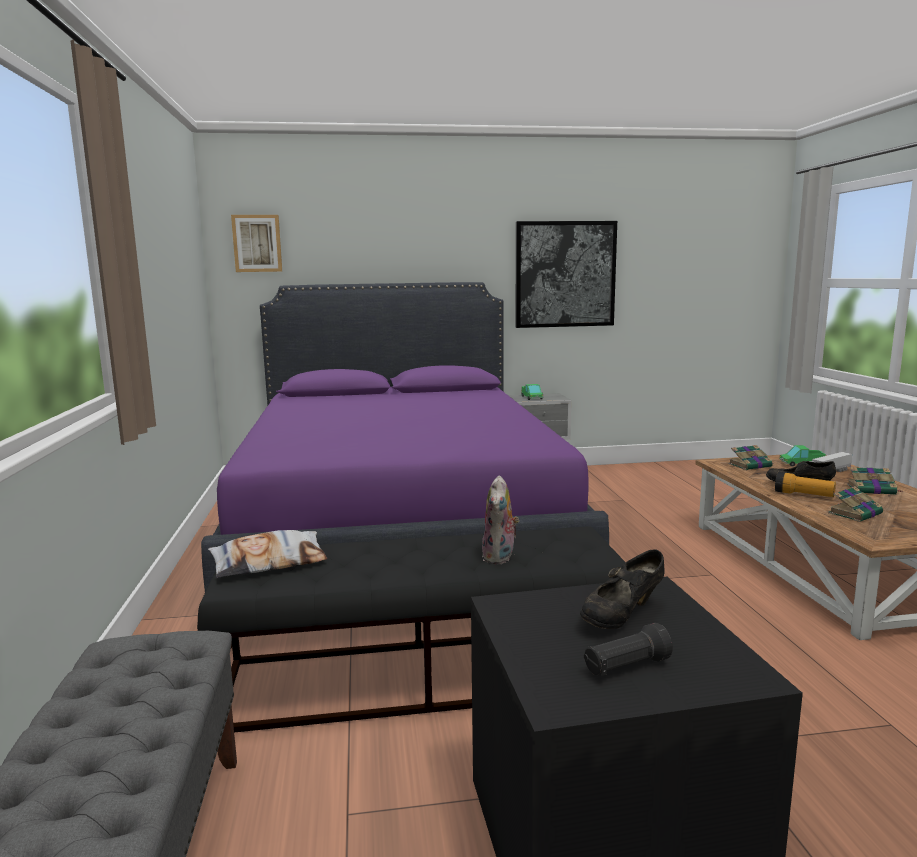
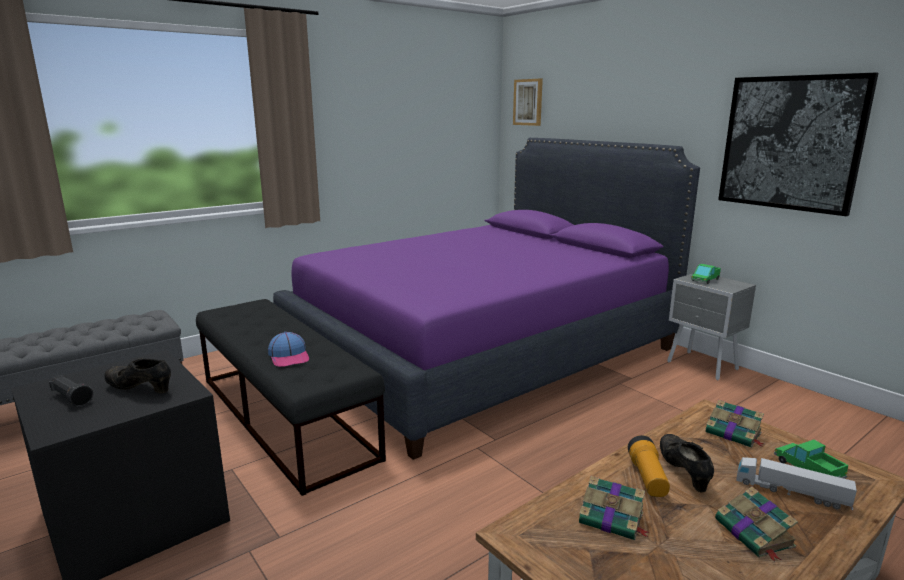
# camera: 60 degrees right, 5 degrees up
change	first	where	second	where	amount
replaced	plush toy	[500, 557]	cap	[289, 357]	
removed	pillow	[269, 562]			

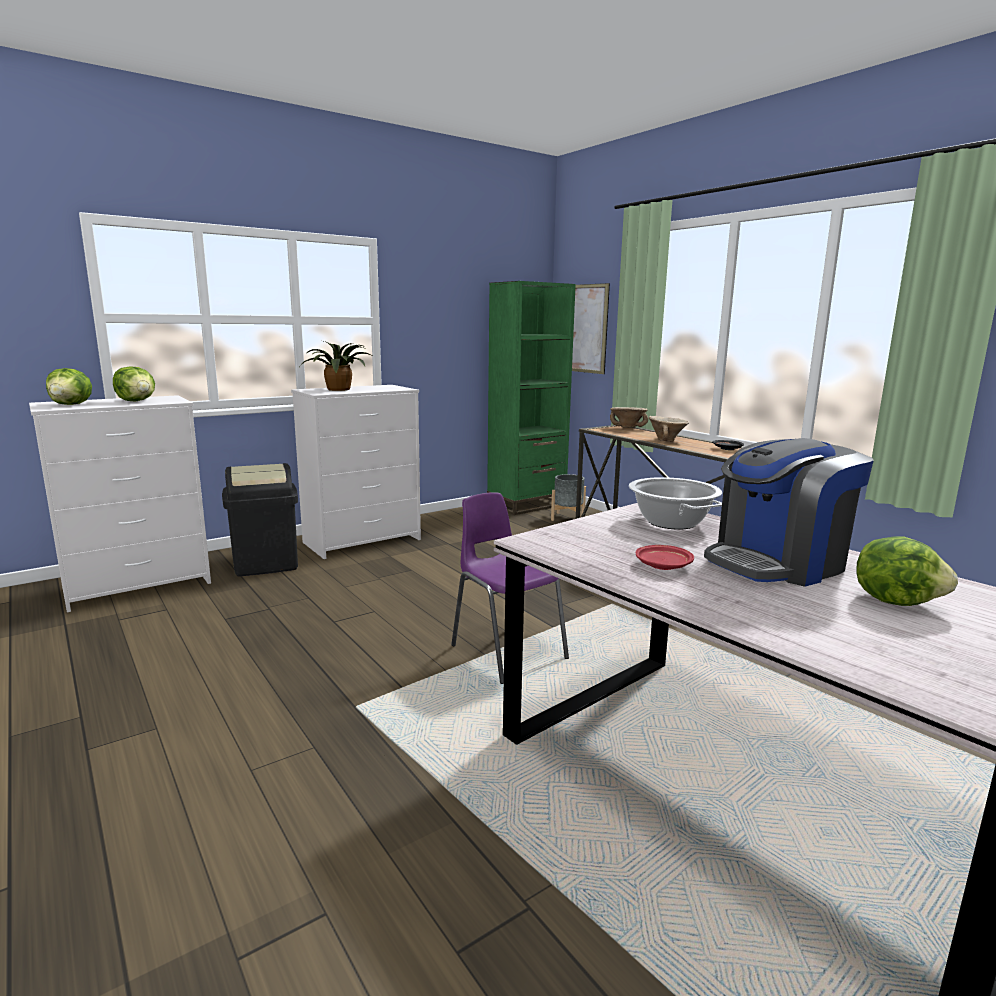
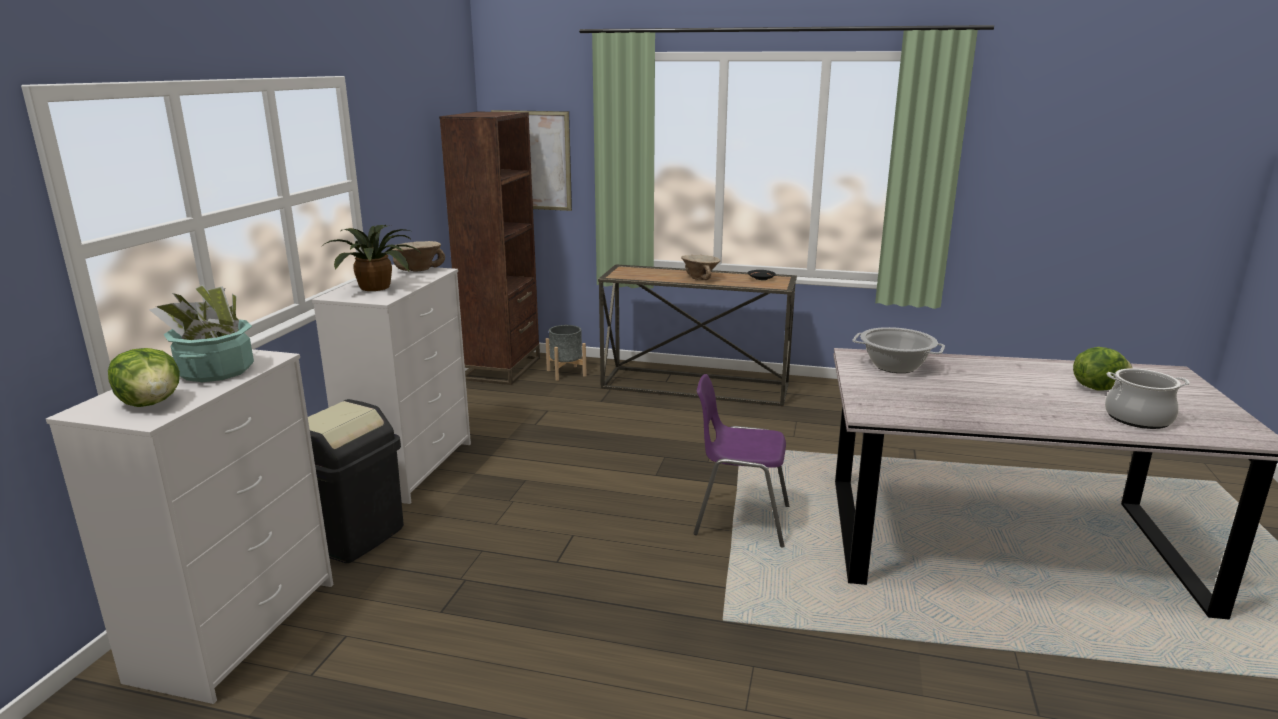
# camera: 40 degrees left, 5 degrees up
change	first	where	second	where	amount
replaced	lettuce	[137, 401]	potted plant	[216, 371]	
moved	beige bowl	[627, 427]		[418, 270]	
recoloured	green bookcase	[526, 504]	brown bookcase	[502, 368]	
added			cooking pot	[1138, 418]	
removed	red plate	[663, 566]			
removed	coffee machine	[778, 563]			

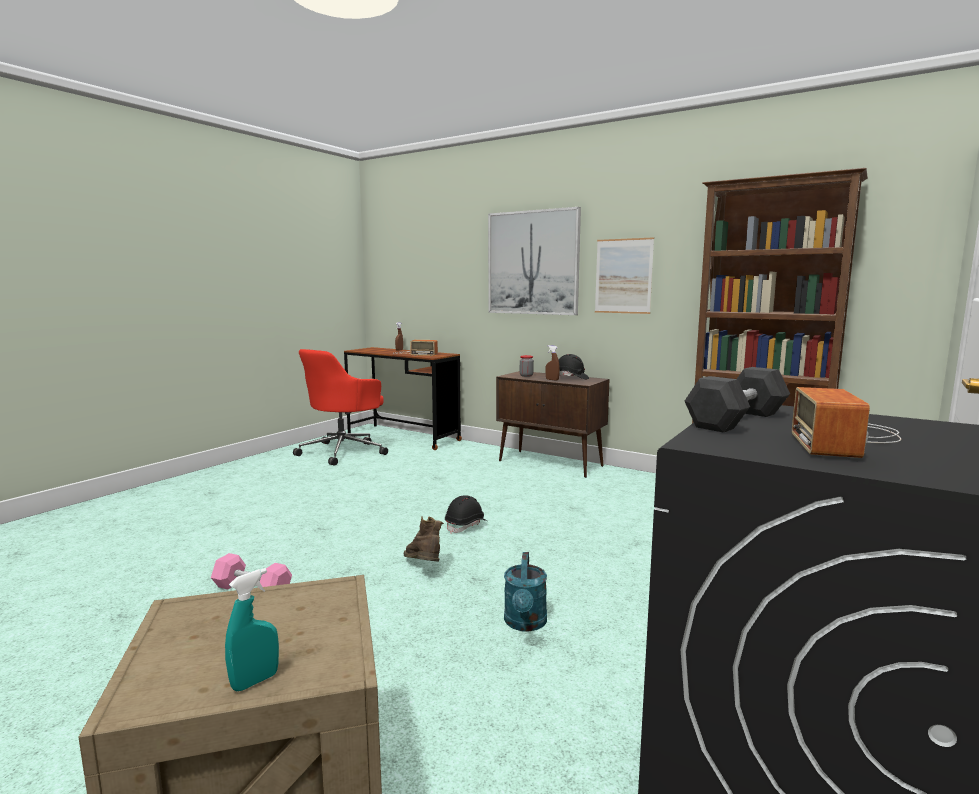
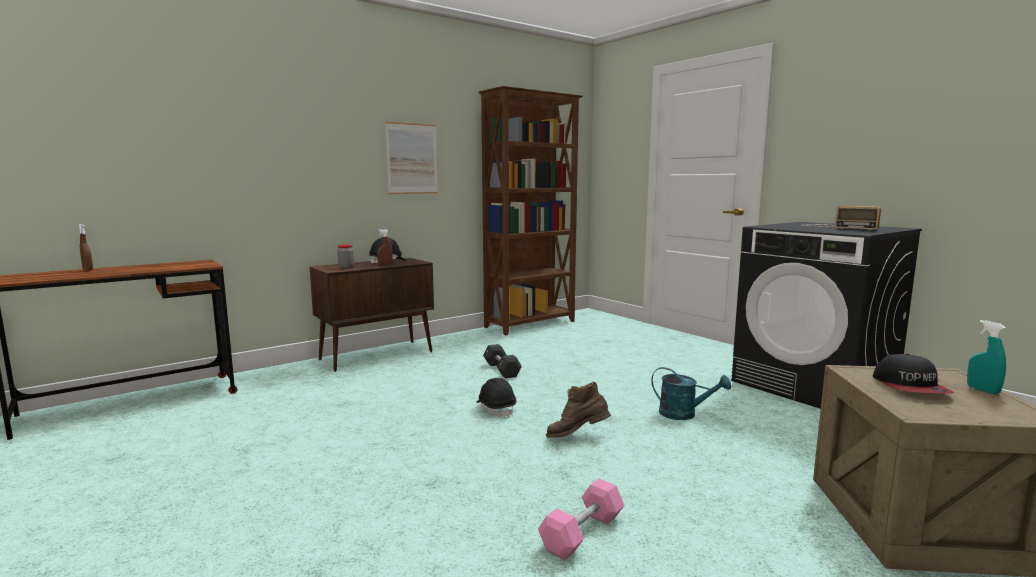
# camera: 70 degrees left, 0 degrees up
change	first	where	second	where	amount
moved	black dumbbell	[737, 420]		[501, 370]	
added			cap	[910, 387]	
removed	red office chair	[343, 452]			
removed	radio	[414, 354]			
removed	picture	[533, 263]			

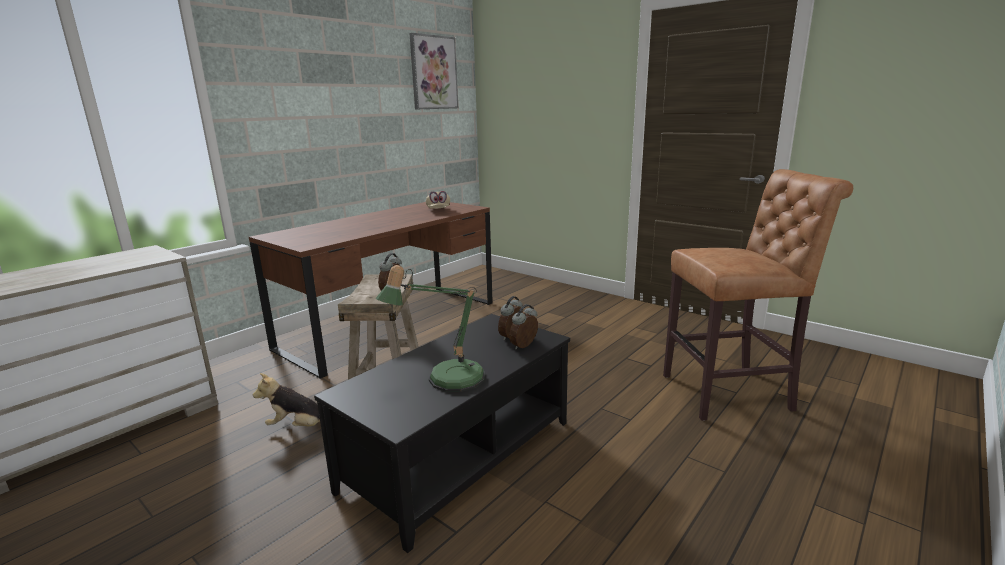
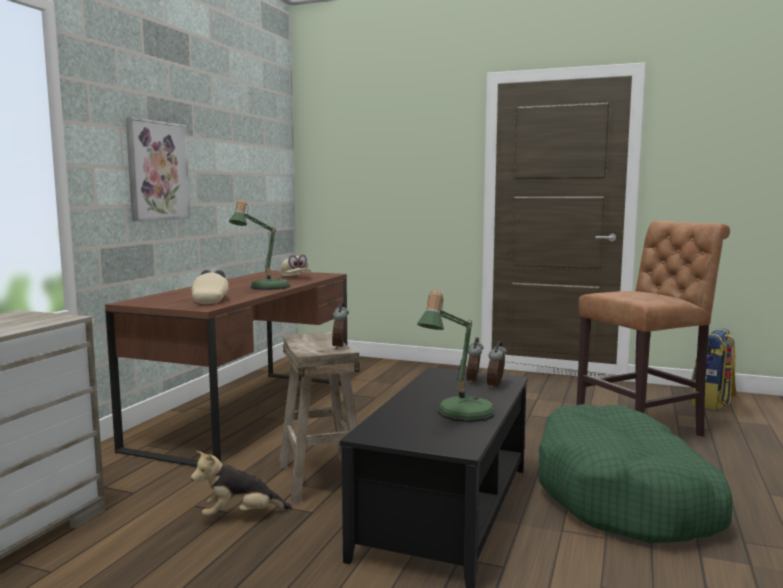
# camera: 20 degrees left, 10 degrees down
change	first	where	second	where	amount
moved	picture	[433, 73]		[157, 171]	
added			beige cap	[211, 300]	
added			table lamp	[265, 288]	
added			green dog bed	[625, 496]	
added			backpack	[712, 402]	

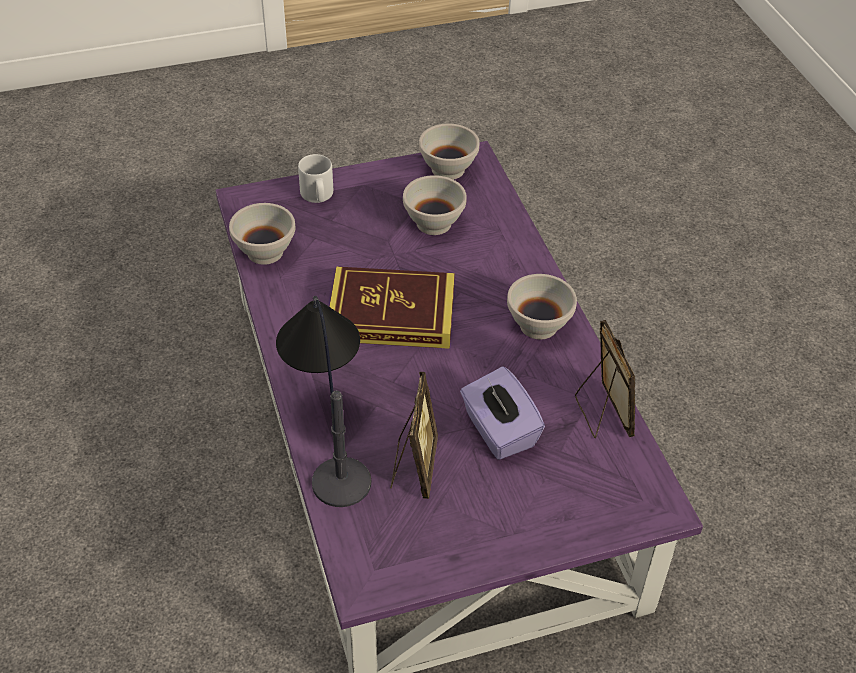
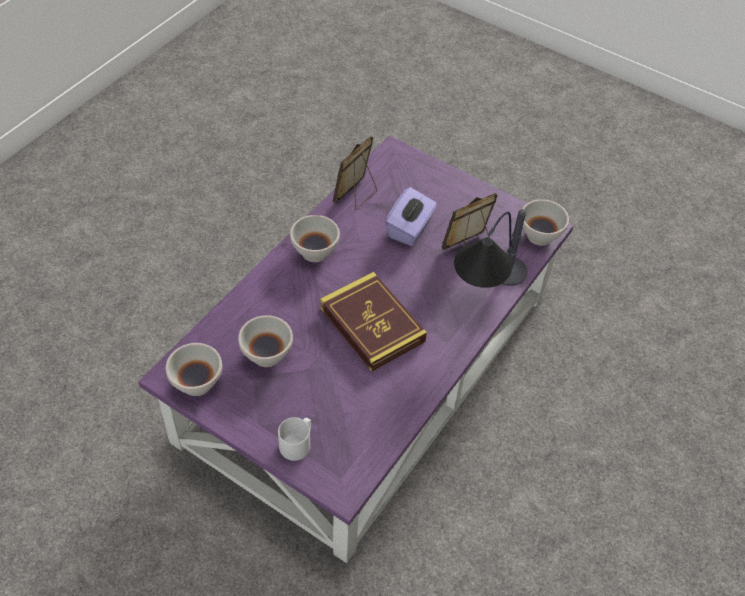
# camera: 130 degrees left, 5 degrees up
change	first	where	second	where	amount
moved	white bowl	[266, 252]		[539, 235]	

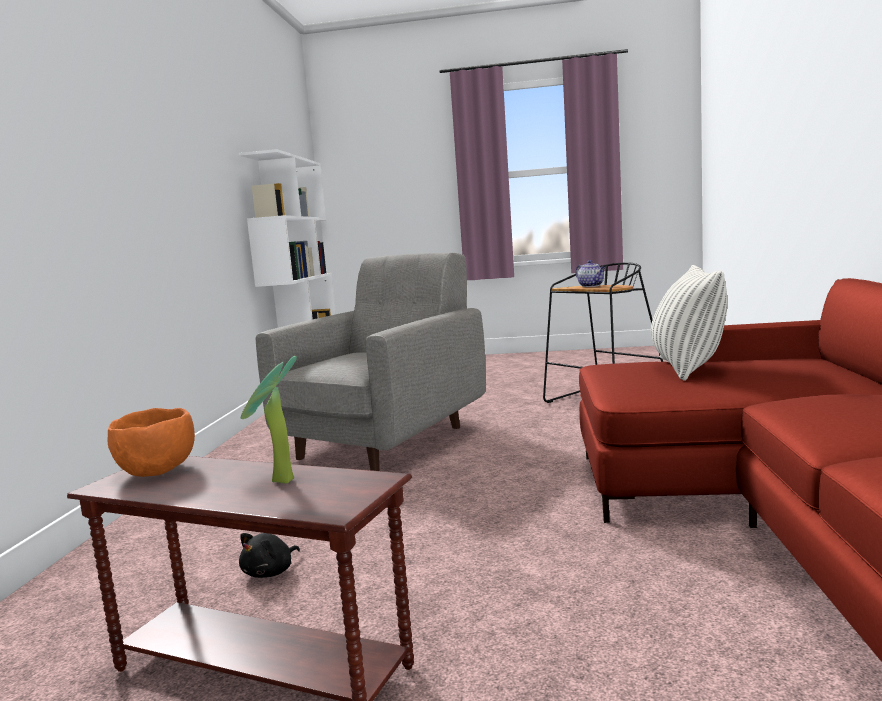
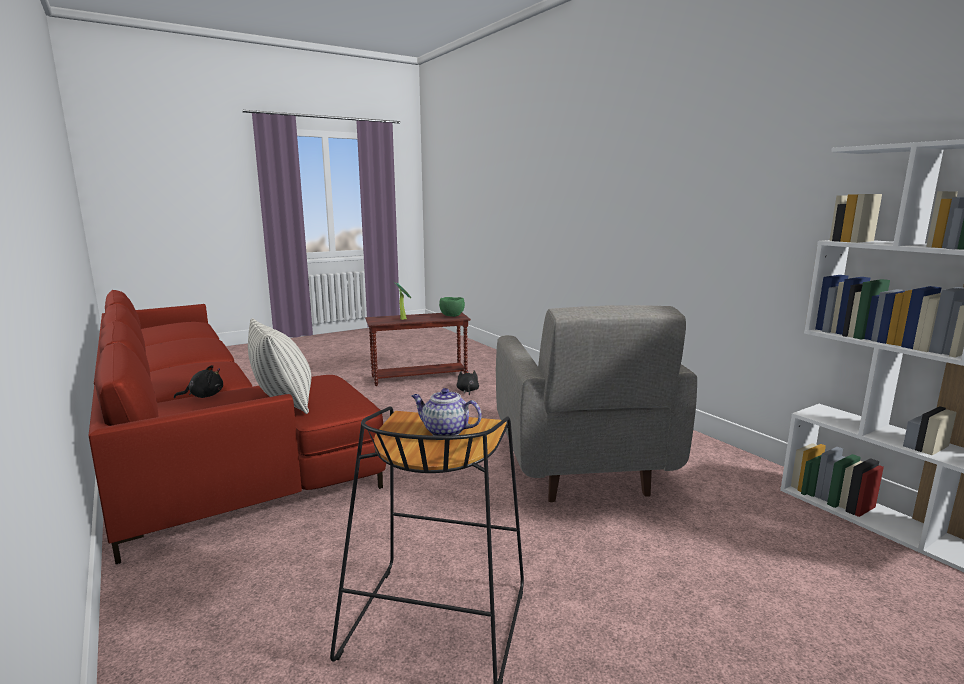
# camera: 140 degrees right, 5 degrees up
change	first	where	second	where	amount
added			black plush toy	[204, 396]	
recoloured	orange bowl	[158, 470]	green bowl	[452, 316]	

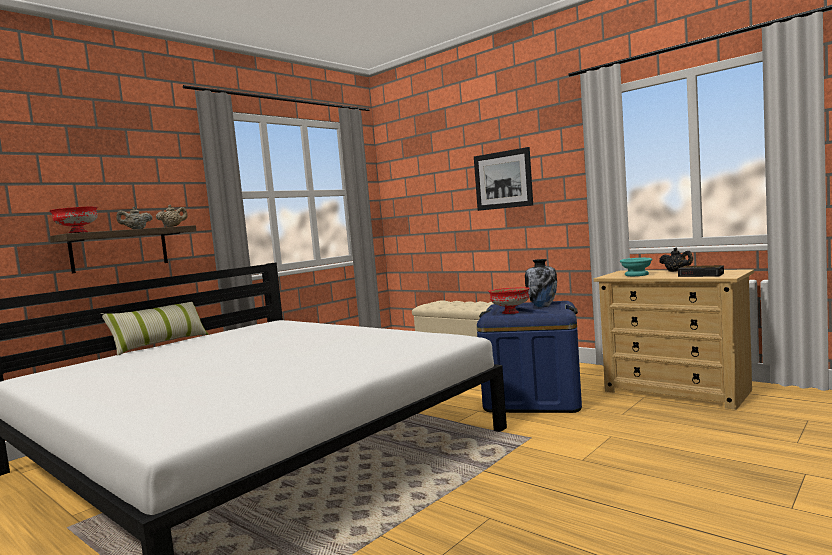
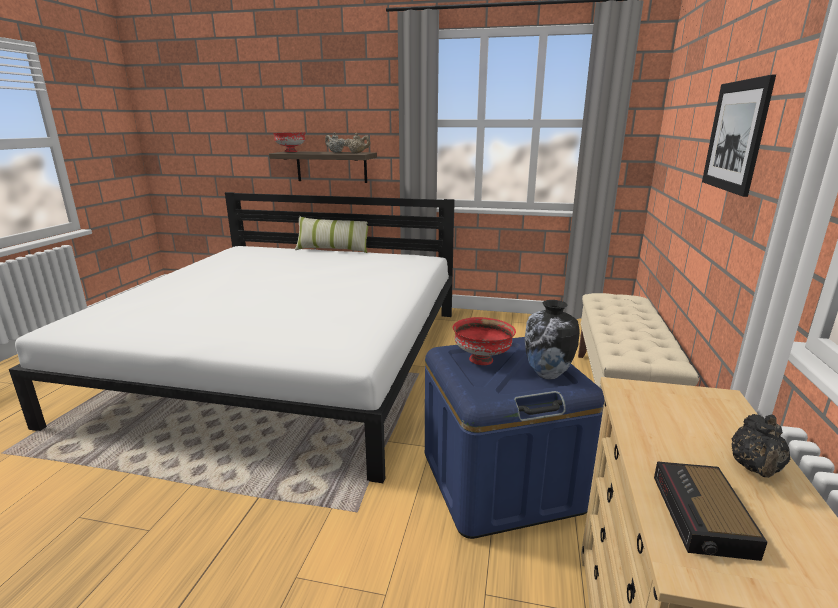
# camera: 60 degrees right, 15 degrees up
change	first	where	second	where	amount
removed	turquoise bowl	[637, 275]			

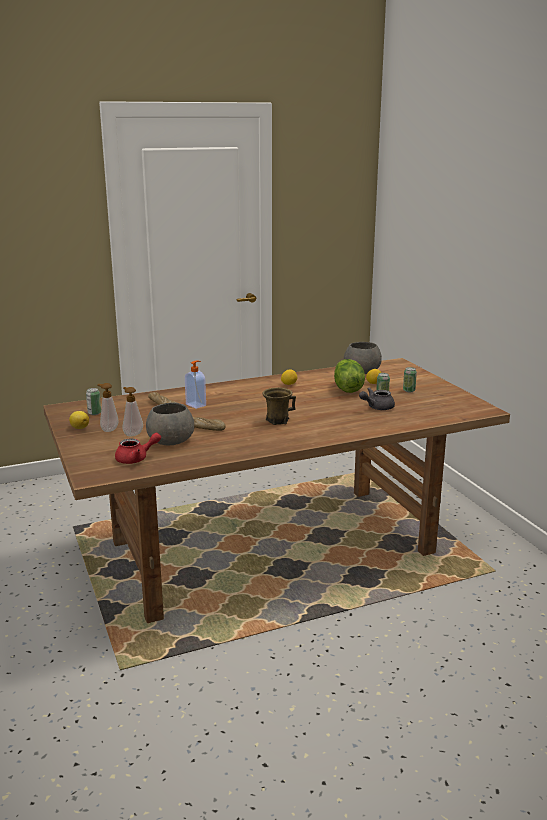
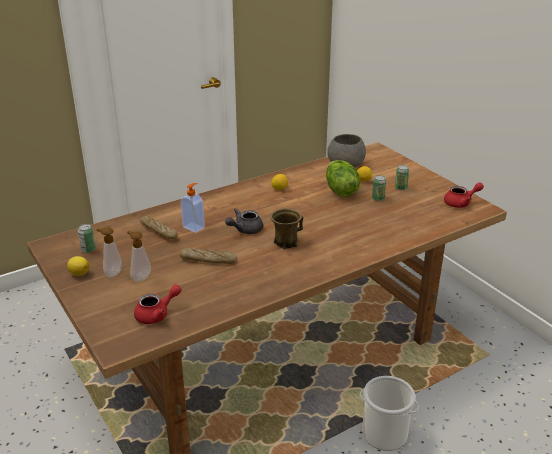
# camera: 10 degrees left, 10 degrees up
change	first	where	second	where	amount
moved	grey teapot	[377, 407]		[245, 230]	
added			bucket	[385, 433]	
added			red teapot	[461, 203]	
removed	grey bowl	[170, 441]			

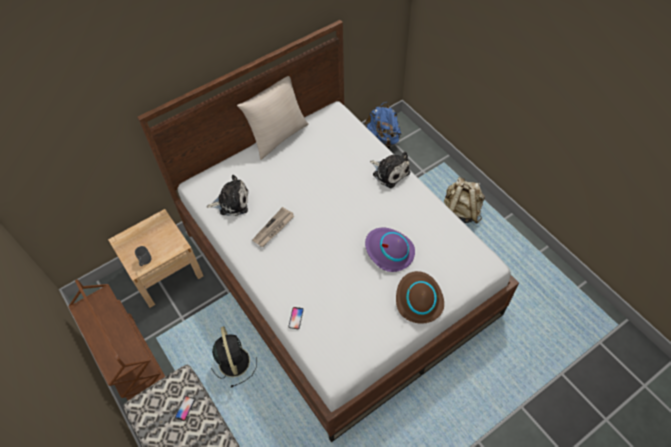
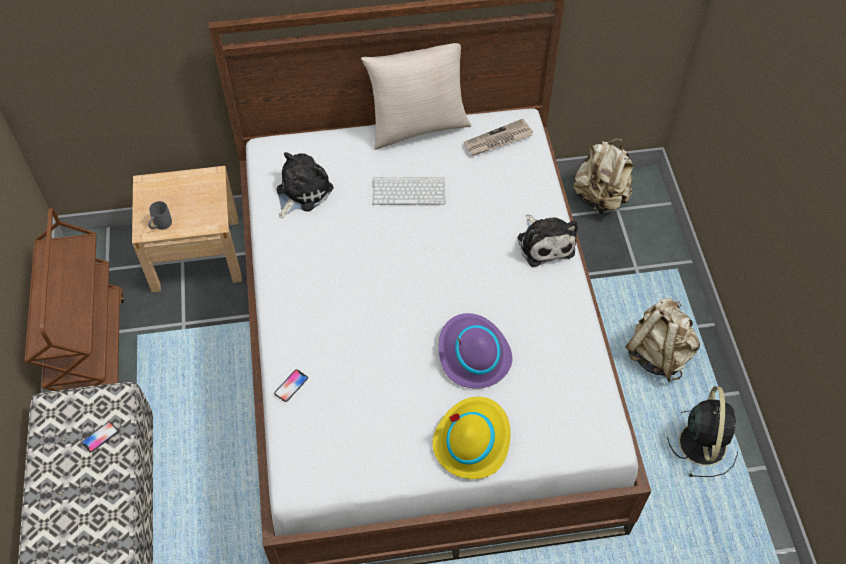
# camera: 25 degrees right, 0 degrees up
change	first	where	second	where	amount
turned	plush toy	[231, 202]		[301, 192]	75 degrees counterclockwise
added			keyboard	[410, 190]	
recoloured	brown hat	[418, 299]	yellow hat	[472, 440]	
moved	newspaper	[273, 228]		[498, 140]	
recoloured	blue backpack	[382, 141]	beige backpack	[600, 197]	
moved	black fan	[234, 360]		[702, 441]	

